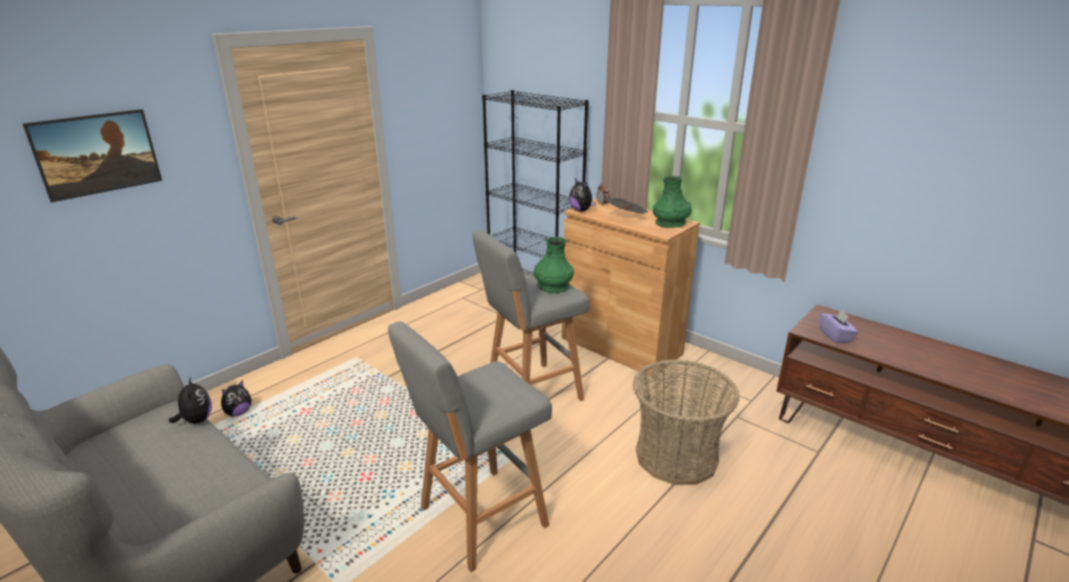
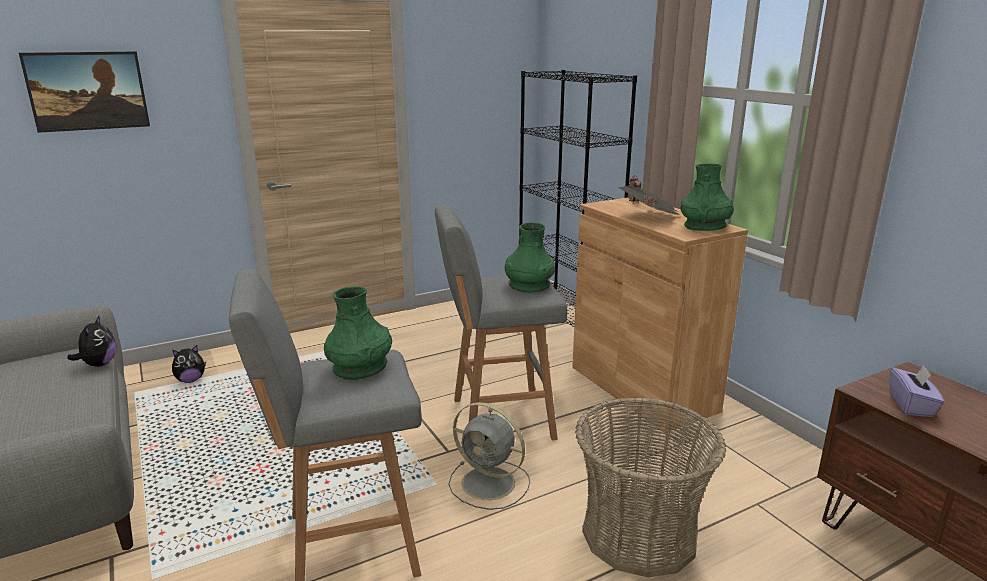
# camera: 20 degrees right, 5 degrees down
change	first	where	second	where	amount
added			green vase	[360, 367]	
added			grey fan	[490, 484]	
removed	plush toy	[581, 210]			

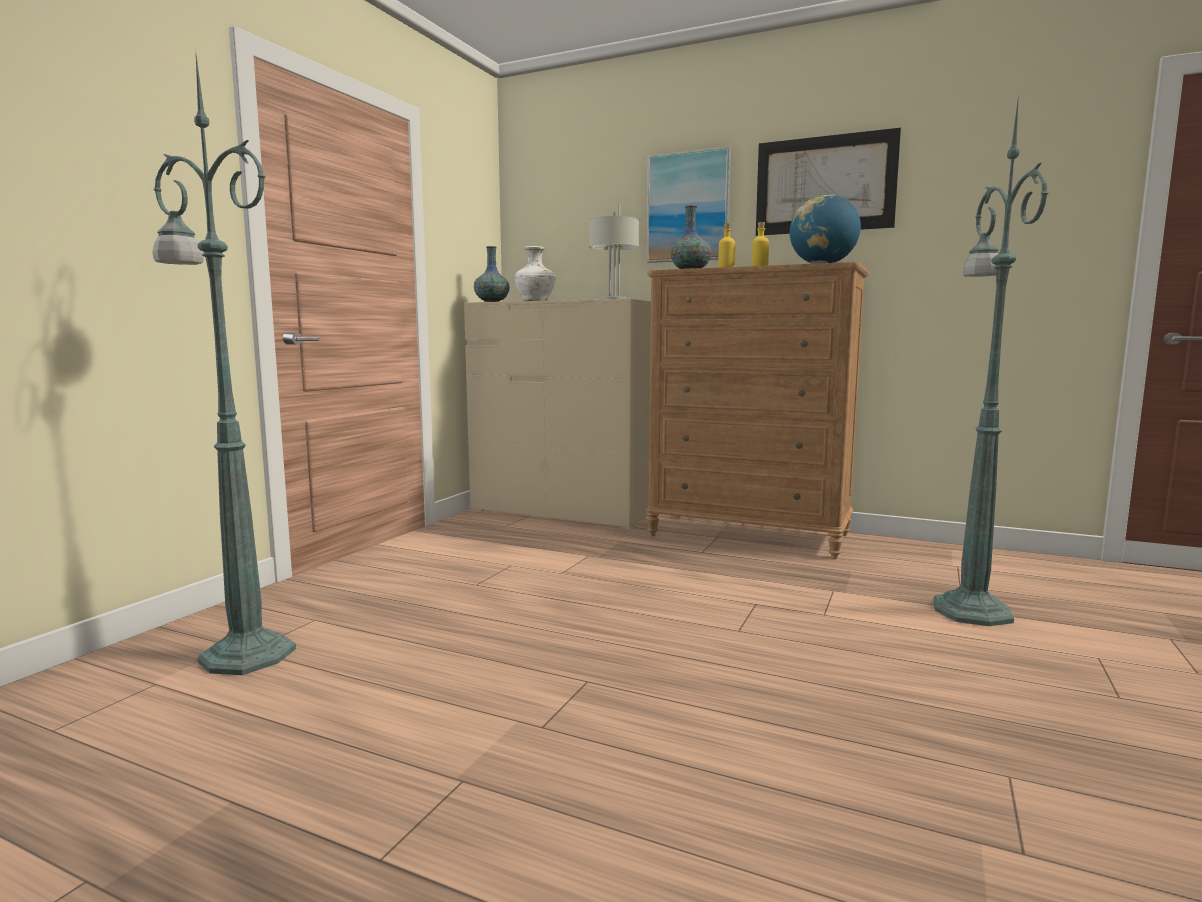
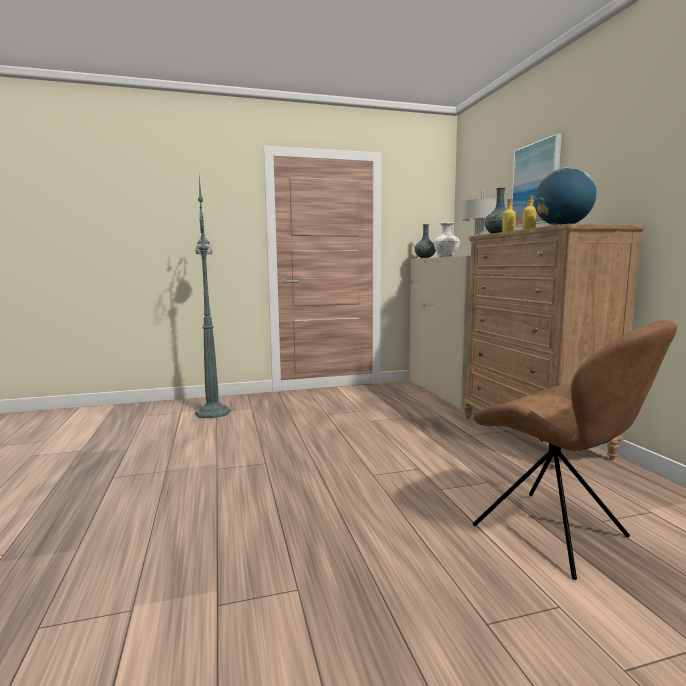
# camera: 50 degrees right, 0 degrees up
change	first	where	second	where	amount
replaced	green floor lamp	[970, 609]	brown chair	[554, 534]	
removed	picture	[824, 184]			

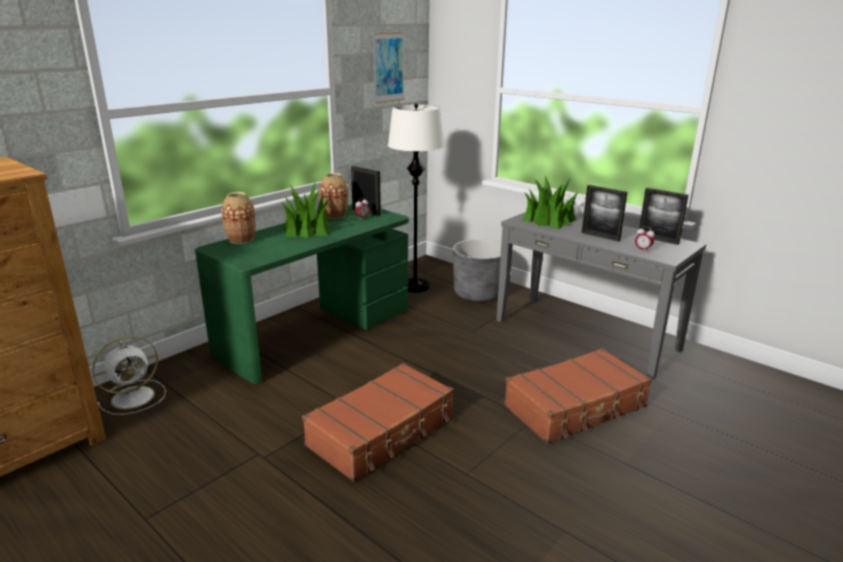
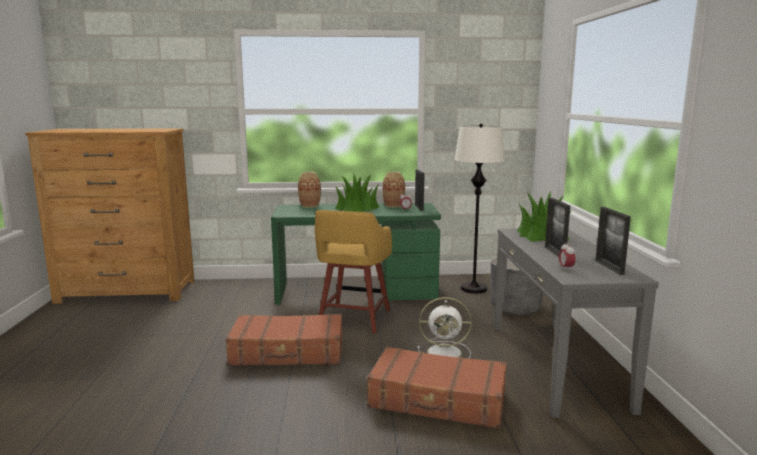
# camera: 45 degrees right, 10 degrees down
change	first	where	second	where	amount
added			yellow stool	[353, 319]	
moved	white fan	[135, 397]		[446, 352]	
removed	picture	[388, 67]			

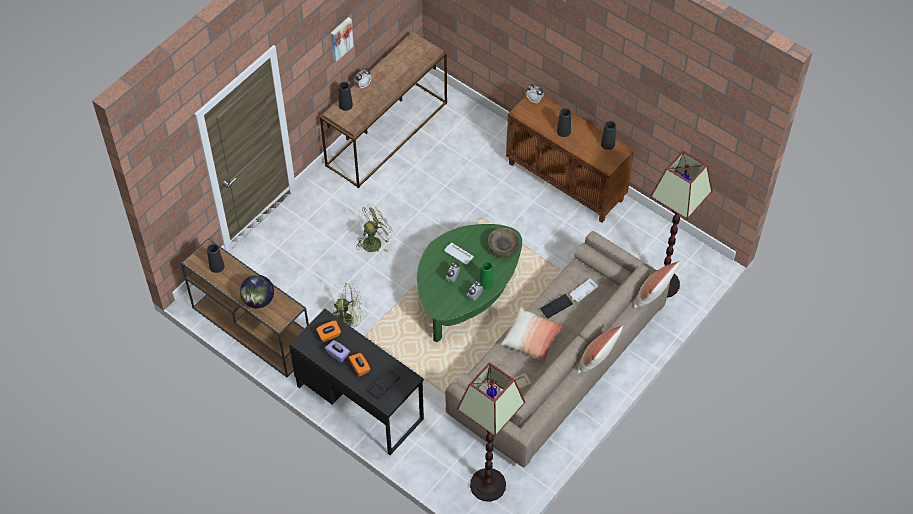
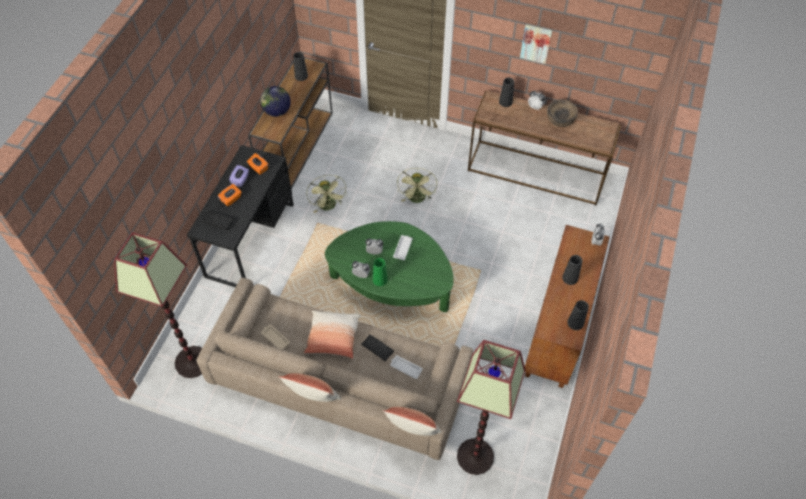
# camera: 70 degrees right, 0 degrees up
change	first	where	second	where	amount
turned	green fan	[375, 241]		[417, 199]	60 degrees clockwise
moved	brown bowl	[503, 248]		[560, 119]	

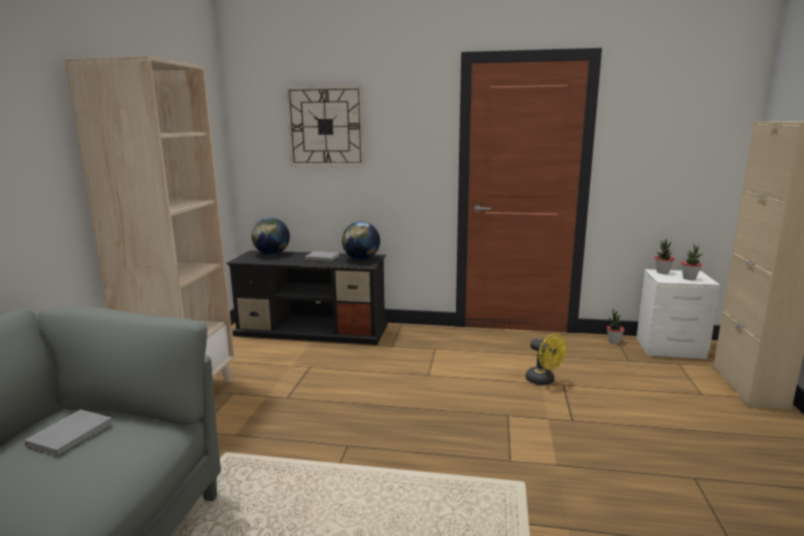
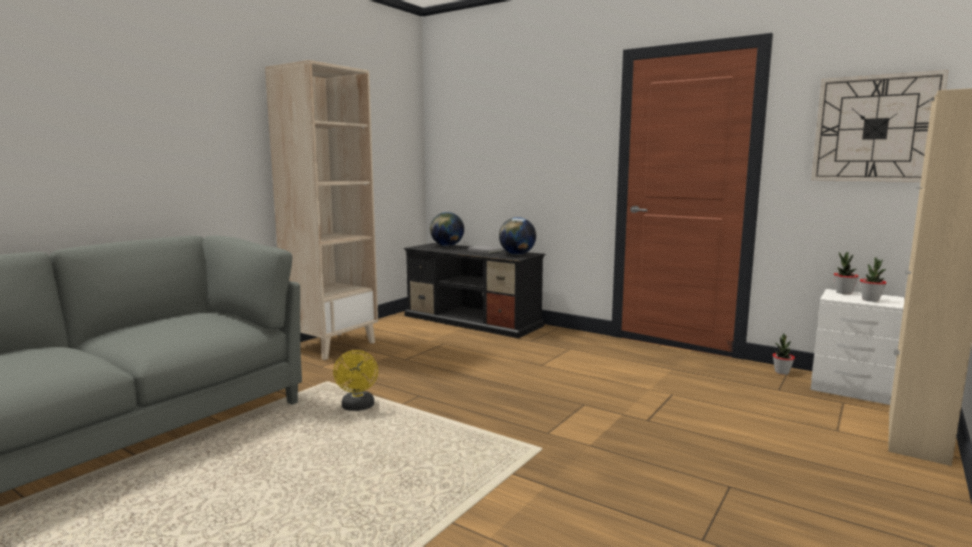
# camera: 25 degrees right, 5 degrees down
change	first	where	second	where	amount
moved	yellow fan	[543, 381]		[358, 407]	
moved	wall clock	[325, 126]		[875, 129]	
removed	grey book	[73, 434]			

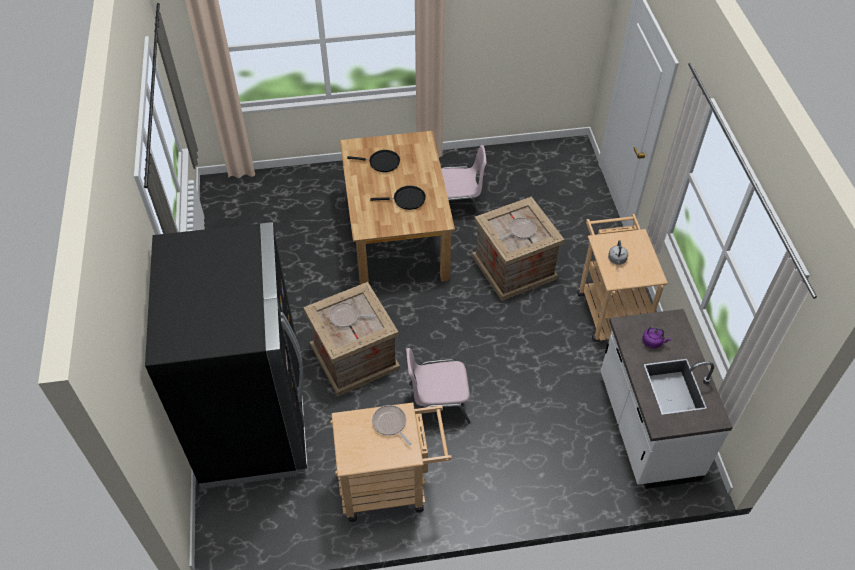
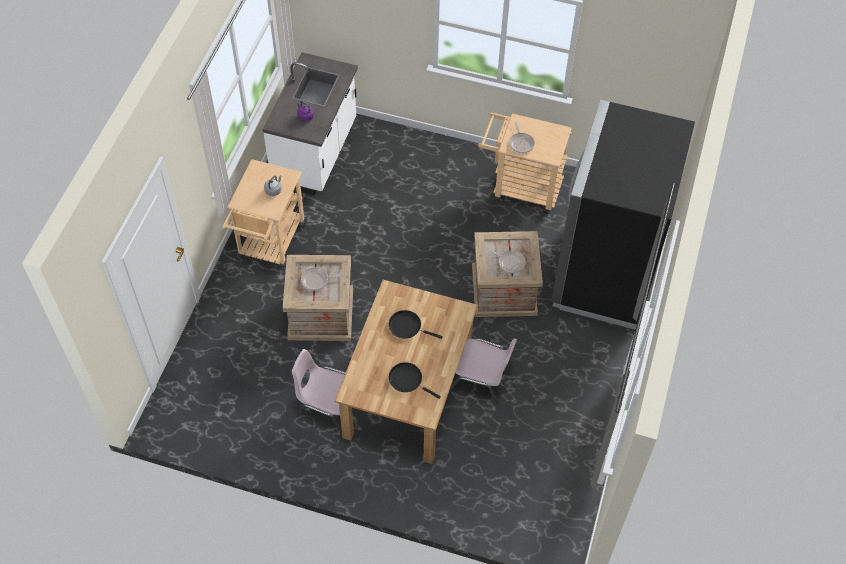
# camera: 155 degrees left, 5 degrees up
change	first	where	second	where	amount
moved	pink chair	[437, 402]		[482, 379]	

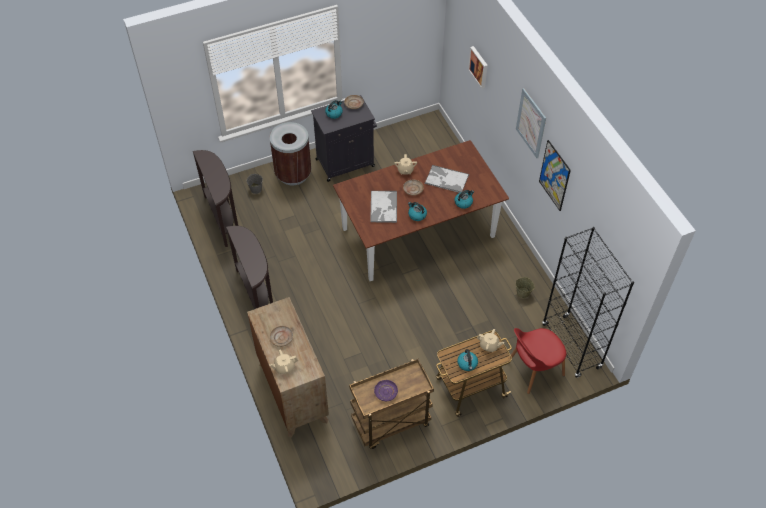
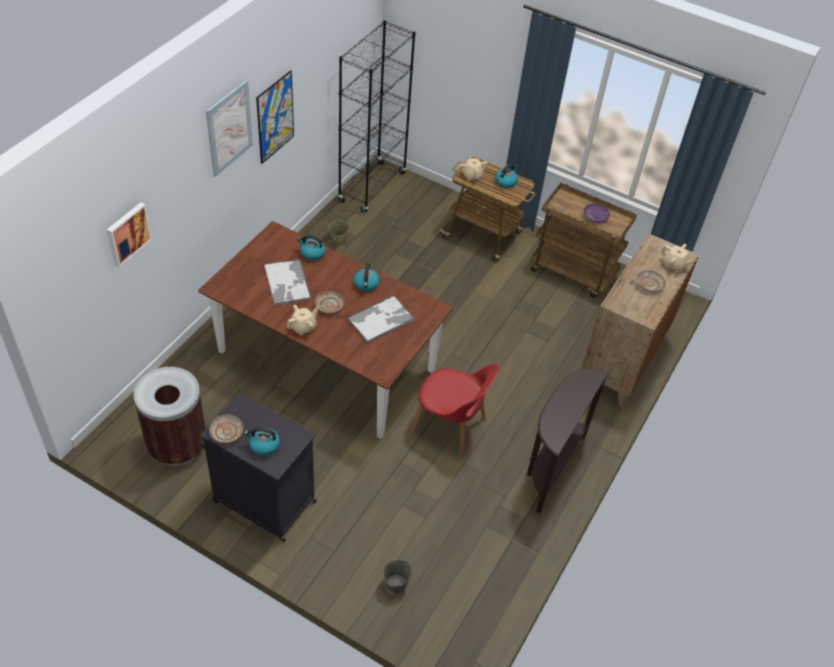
# camera: 130 degrees left, 5 degrees down
change	first	where	second	where	amount
moved	brown trash can	[293, 174]		[177, 446]	
moved	red chair	[533, 369]		[450, 427]	
removed	brown console table	[223, 218]			

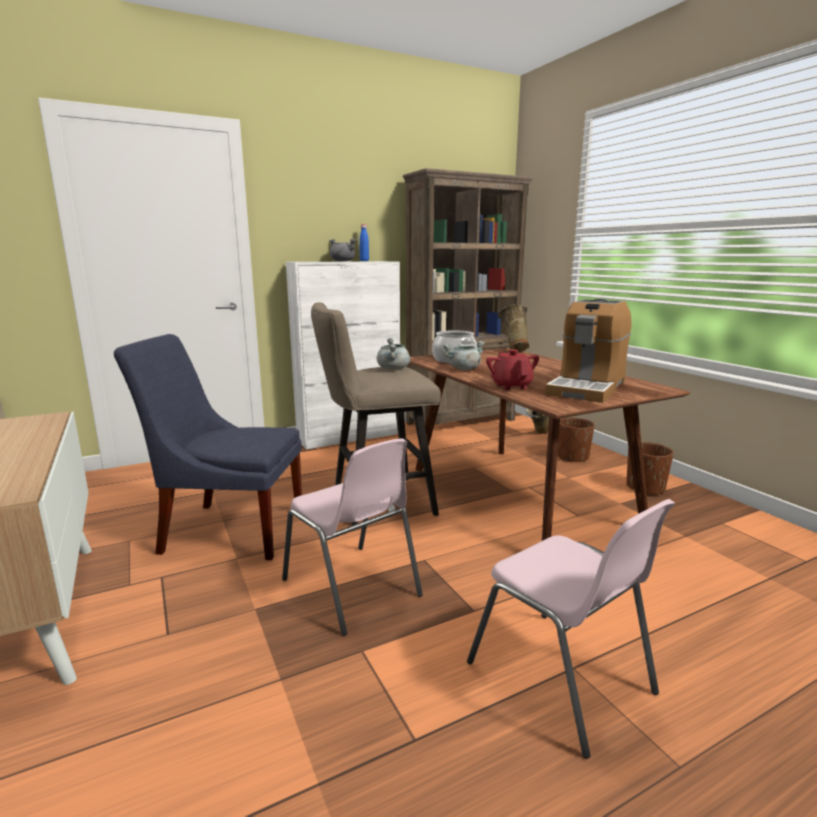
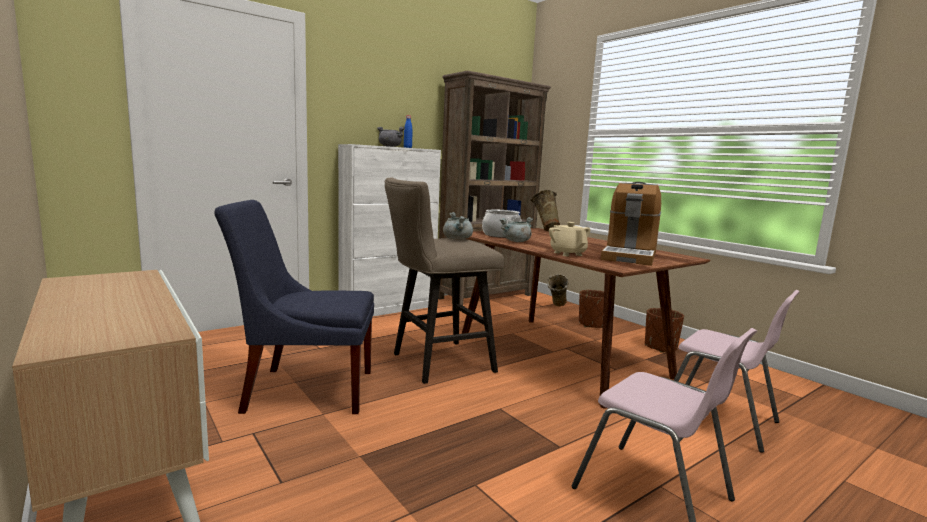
# camera: 10 degrees left, 5 degrees down
change	first	where	second	where	amount
recoloured	red teapot	[511, 386]	beige teapot	[567, 253]	
moved	pink chair	[352, 588]		[719, 420]	

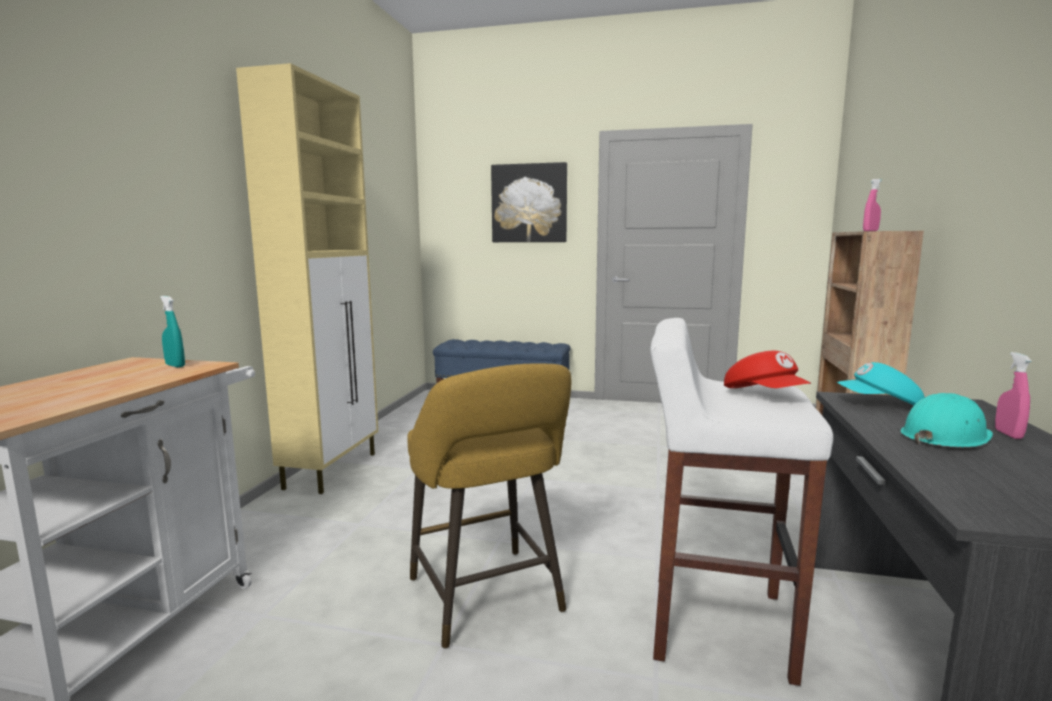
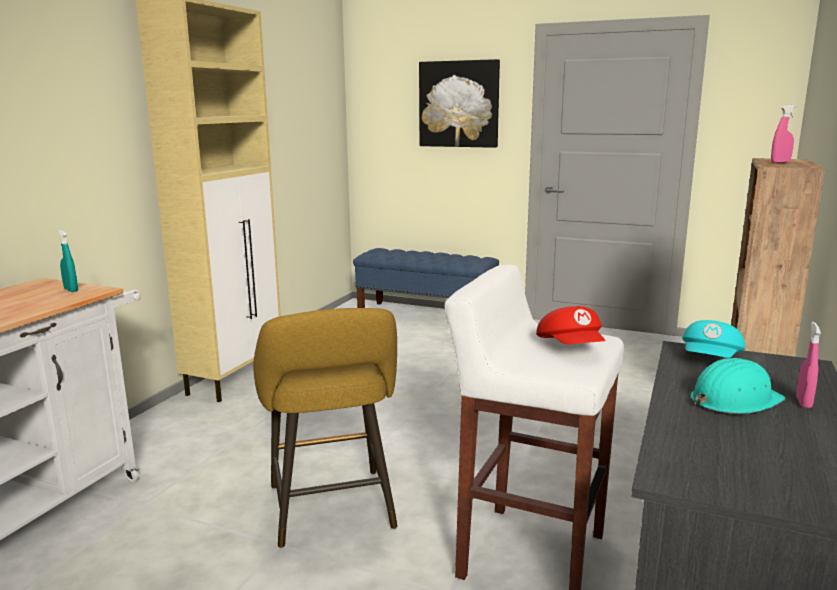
# camera: 10 degrees right, 5 degrees up
change	first	where	second	where	amount
turned	turquoise cap	[880, 404]		[711, 360]	75 degrees counterclockwise

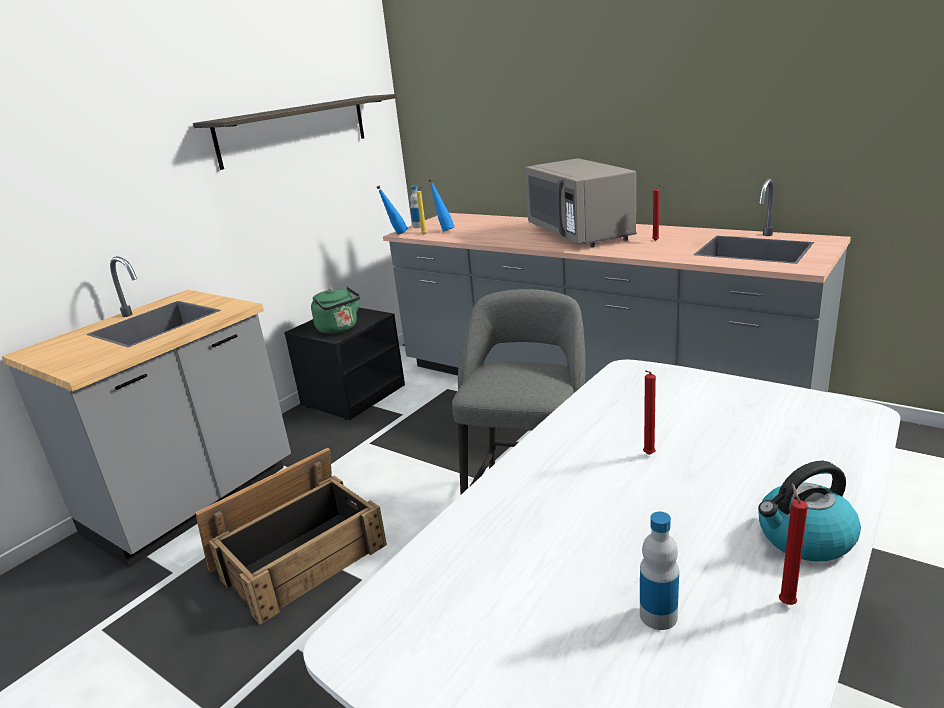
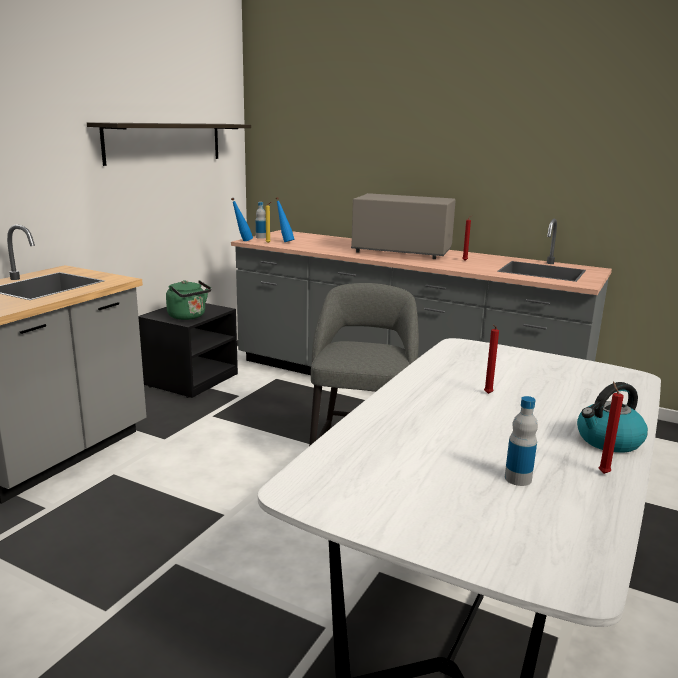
# camera: 10 degrees left, 5 degrees down
change	first	where	second	where	amount
turned	grey microwave	[579, 234]		[401, 252]	135 degrees clockwise
removed	crate	[298, 556]			

